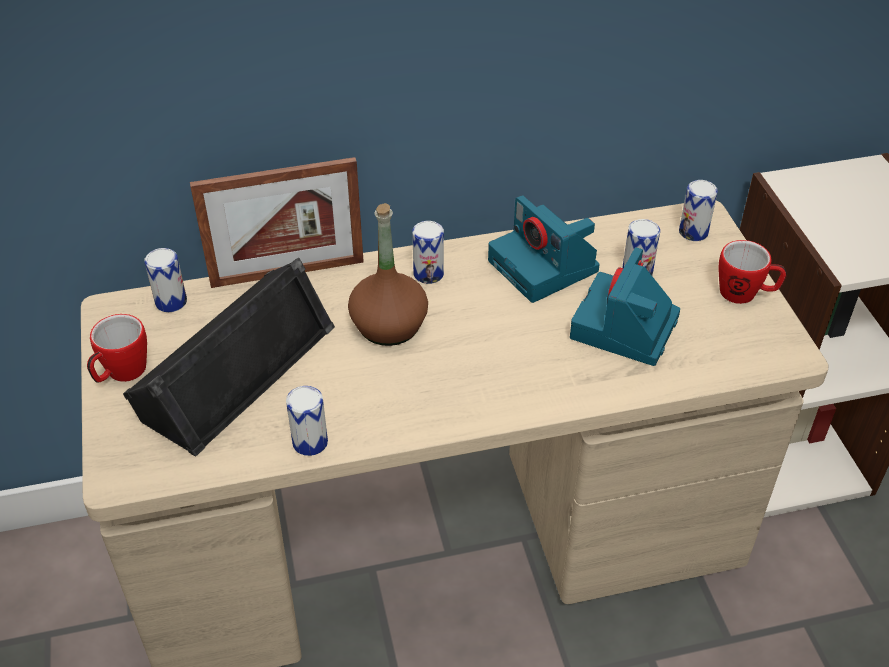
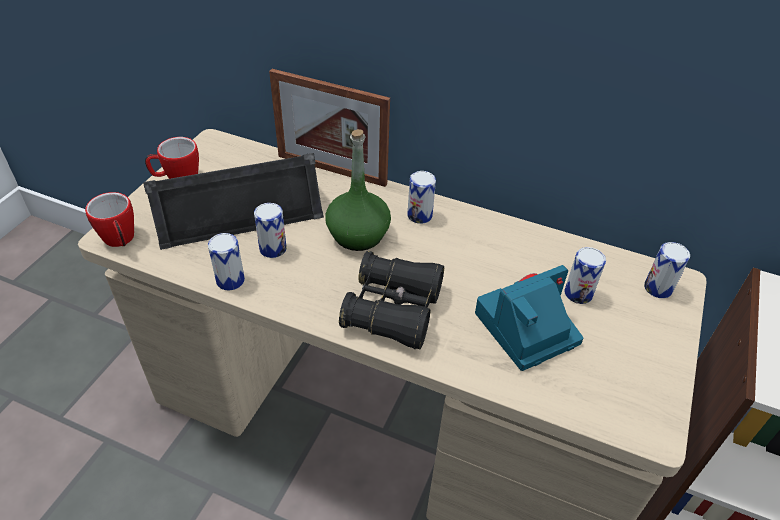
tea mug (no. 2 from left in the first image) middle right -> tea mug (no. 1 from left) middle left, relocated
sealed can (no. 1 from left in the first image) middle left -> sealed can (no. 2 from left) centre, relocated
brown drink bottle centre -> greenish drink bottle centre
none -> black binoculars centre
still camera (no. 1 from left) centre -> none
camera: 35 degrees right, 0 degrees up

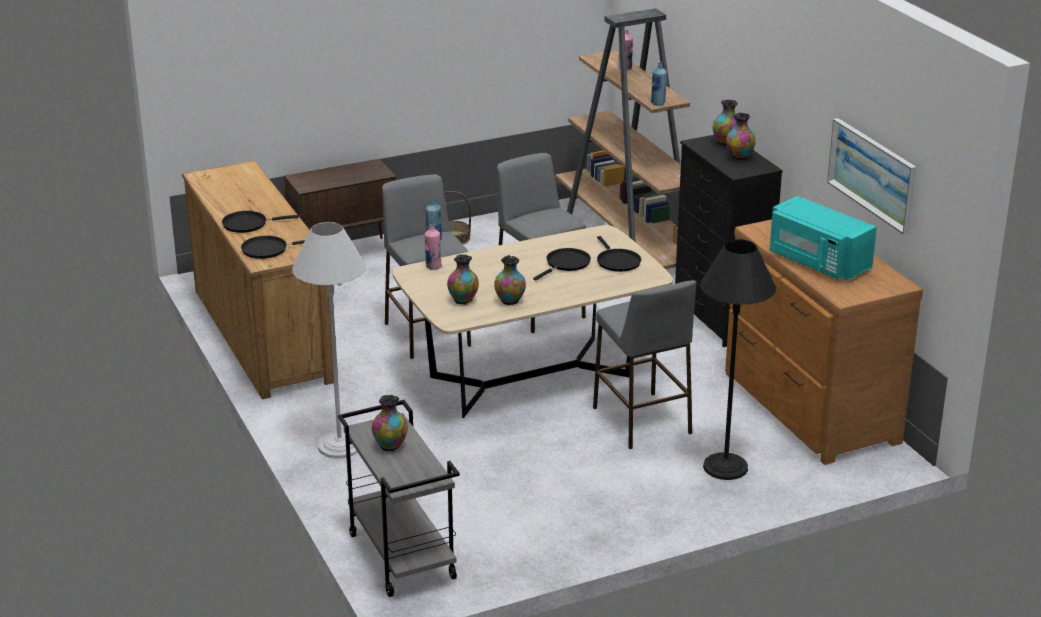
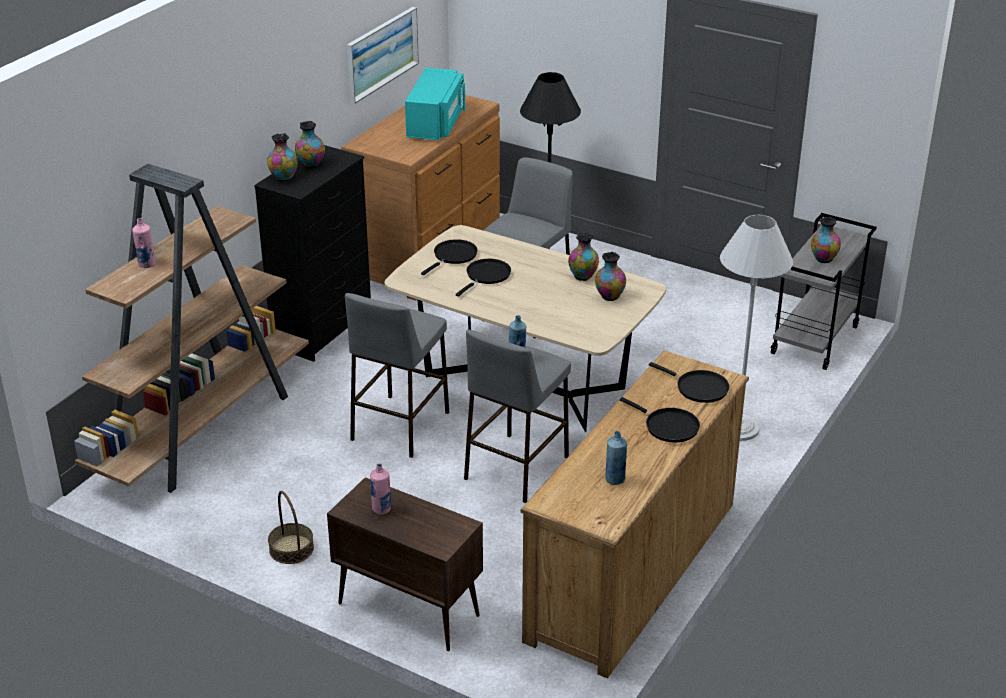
pink-coloured drink bottle (no. 1 from left in the first image) centre -> pink-coloured drink bottle (no. 2 from left) bottom centre, relocated
black frying pan (no. 3 from left in the first image) centre -> black frying pan (no. 2 from left) centre, 120 degrees clockwise
blue drink bottle (no. 2 from left) top centre -> blue drink bottle (no. 2 from left) centre, relocated
camera: 125 degrees left, 5 degrees up

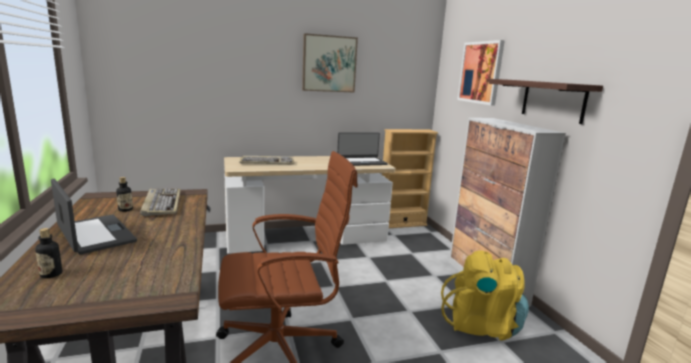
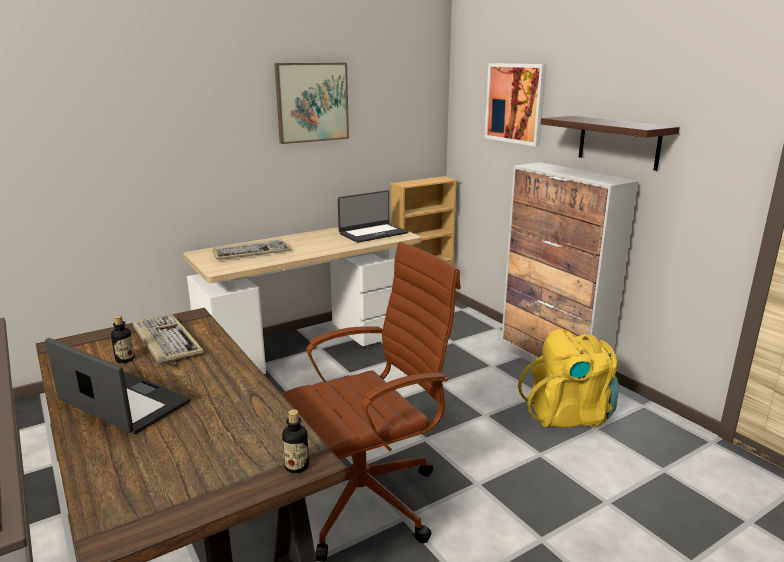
drink bottle (no. 1 from left in the first image) bottom left -> drink bottle (no. 2 from left) bottom centre, relocated
camera: 15 degrees left, 5 degrees up

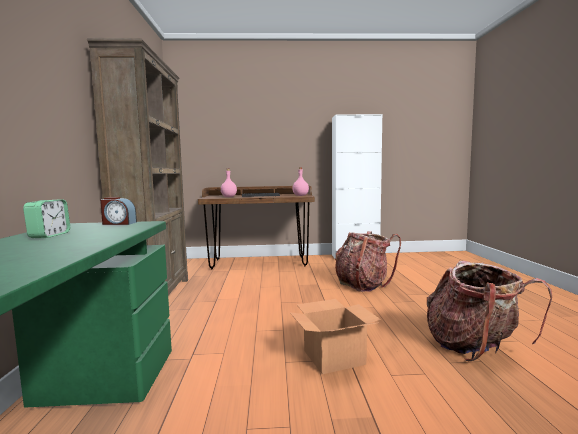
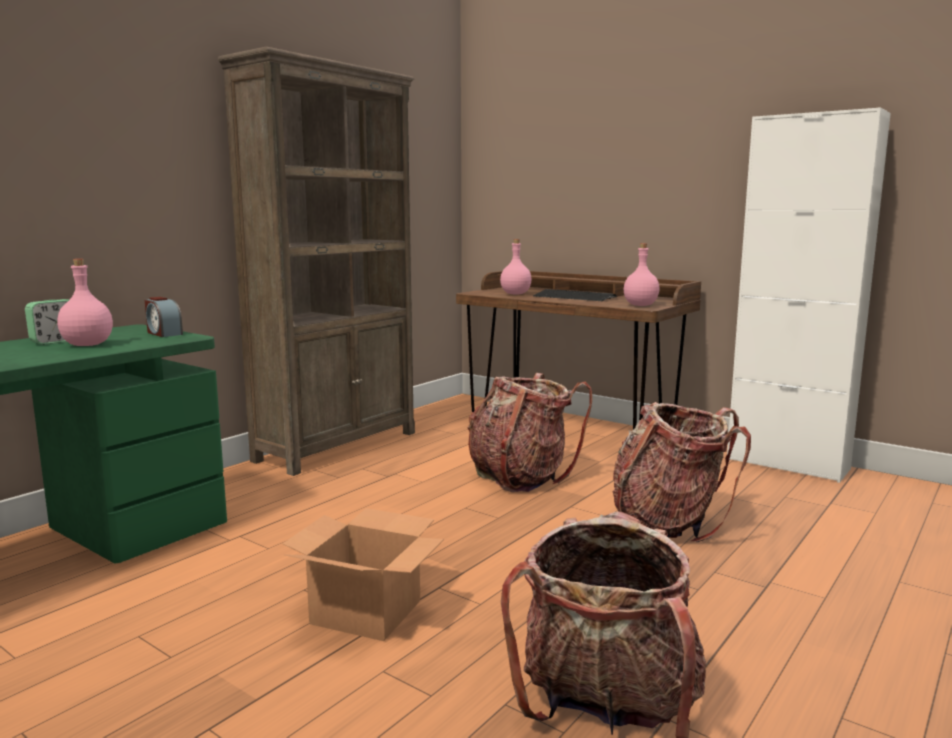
none -> pink-coloured drink bottle (no. 1 from left) middle left
none -> rucksack (no. 1 from left) centre
camera: 40 degrees right, 5 degrees up

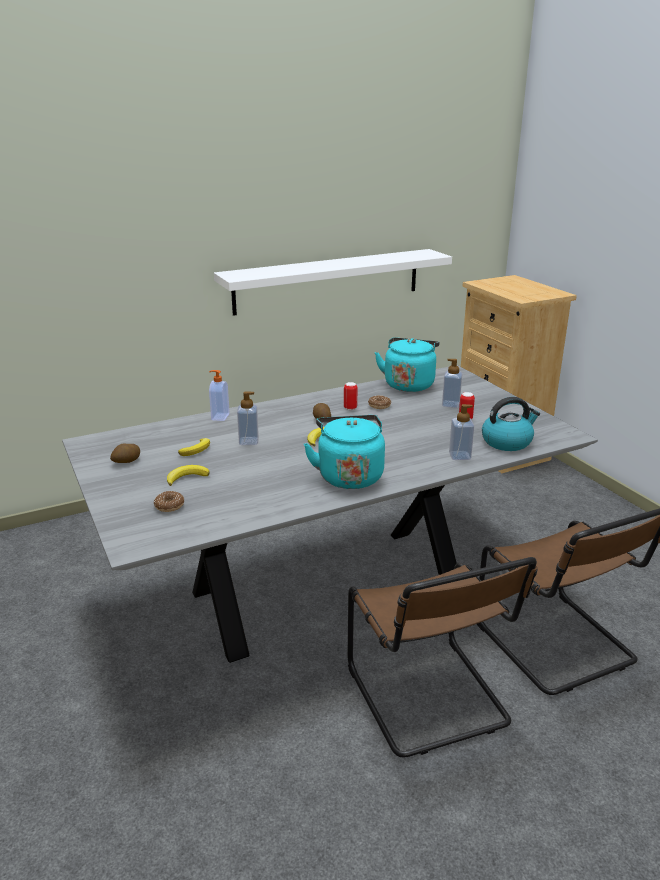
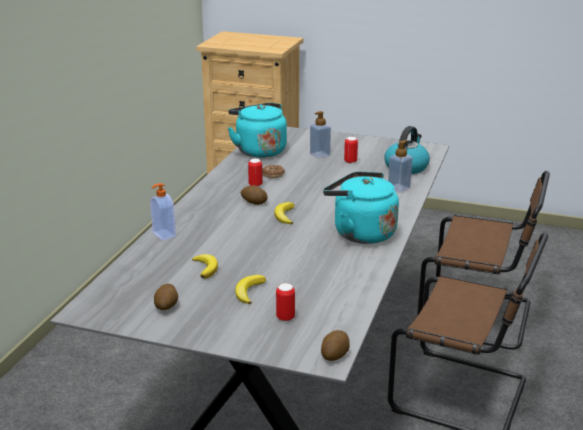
donut (no. 1 from left) middle left -> sealed can (no. 2 from left) bottom centre
none -> potato (no. 3 from left) bottom centre
whitish bracket shelf top centre -> none
soap bottle (no. 2 from left) centre -> none
camera: 45 degrees left, 0 degrees up

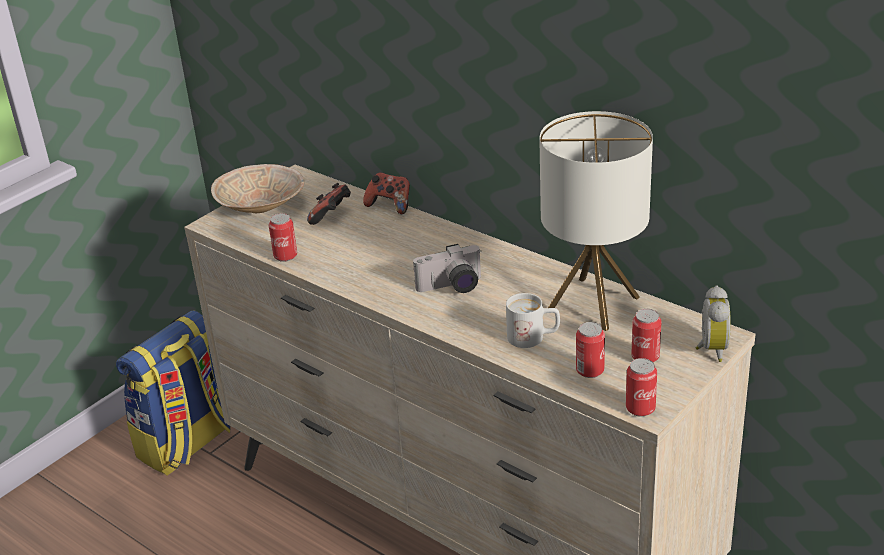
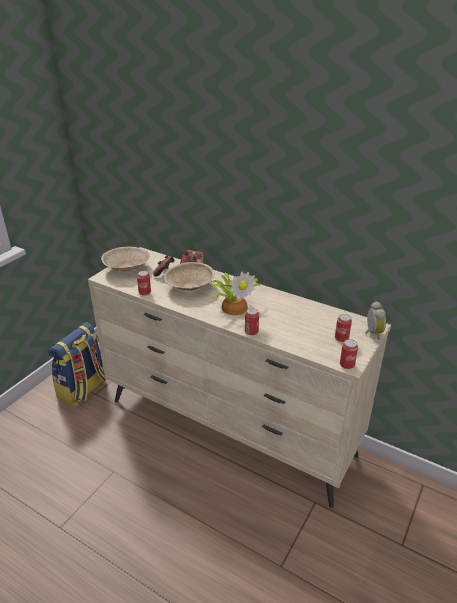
none -> sand-coloured deep dish (no. 2 from left) centre
still camera centre -> houseplant centre
sealed can (no. 2 from left) middle right -> sealed can (no. 2 from left) centre, relocated
whitish tea mug centre -> none
lamp for a table middle right -> none
camera: 10 degrees left, 0 degrees up

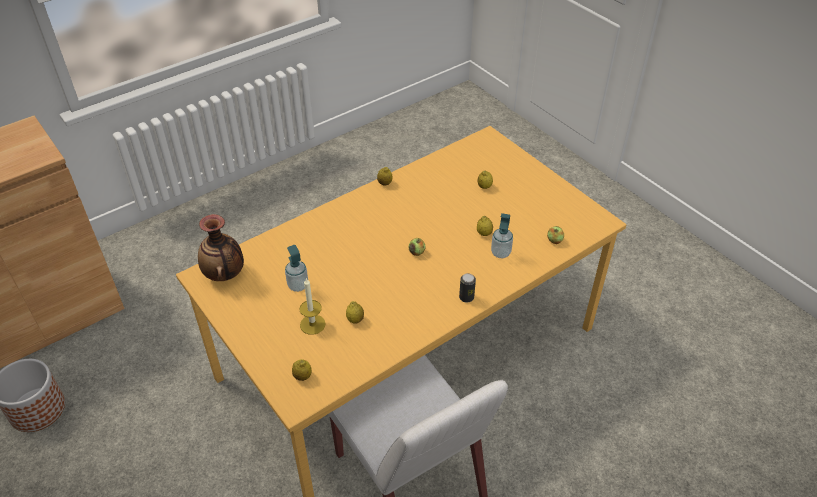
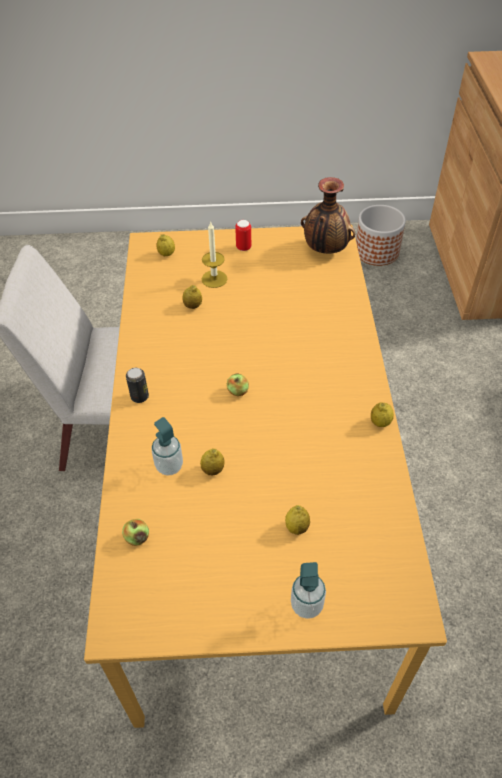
none -> sealed can (no. 2 from left) top centre
soap bottle (no. 1 from left in the first image) centre -> soap bottle (no. 2 from left) bottom centre, relocated
camera: 125 degrees right, 5 degrees up

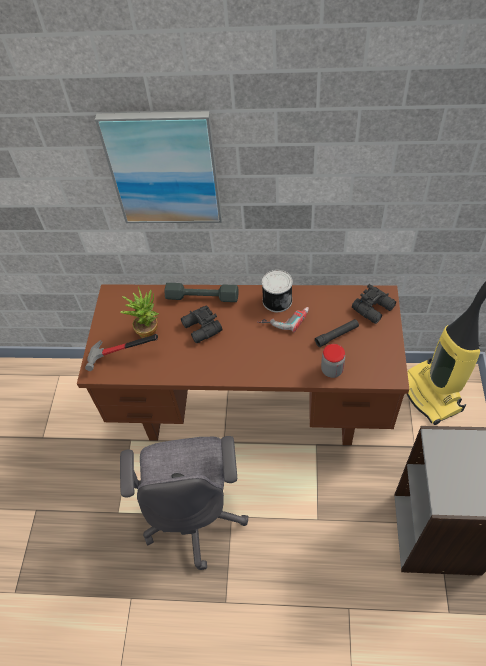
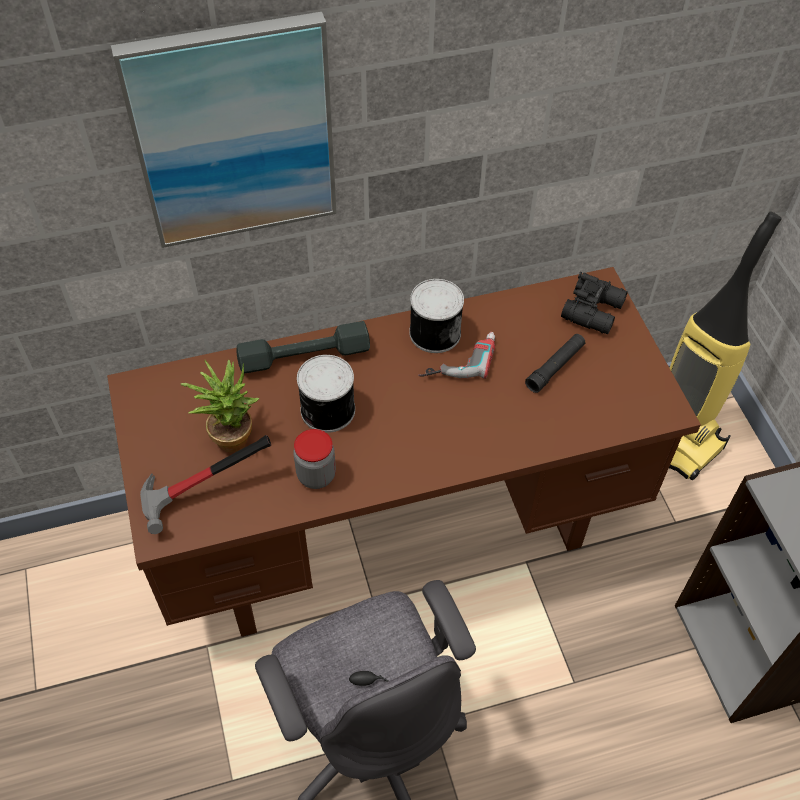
storage jar middle right -> storage jar centre, relocated
black binoculars (no. 1 from left) centre -> sealed can (no. 1 from left) centre
camera: 25 degrees left, 0 degrees up

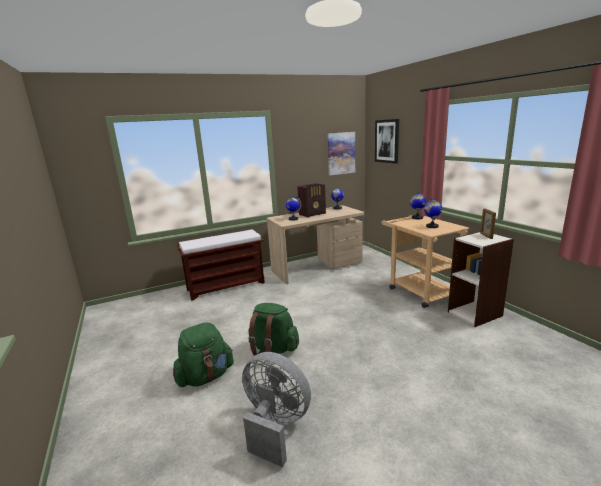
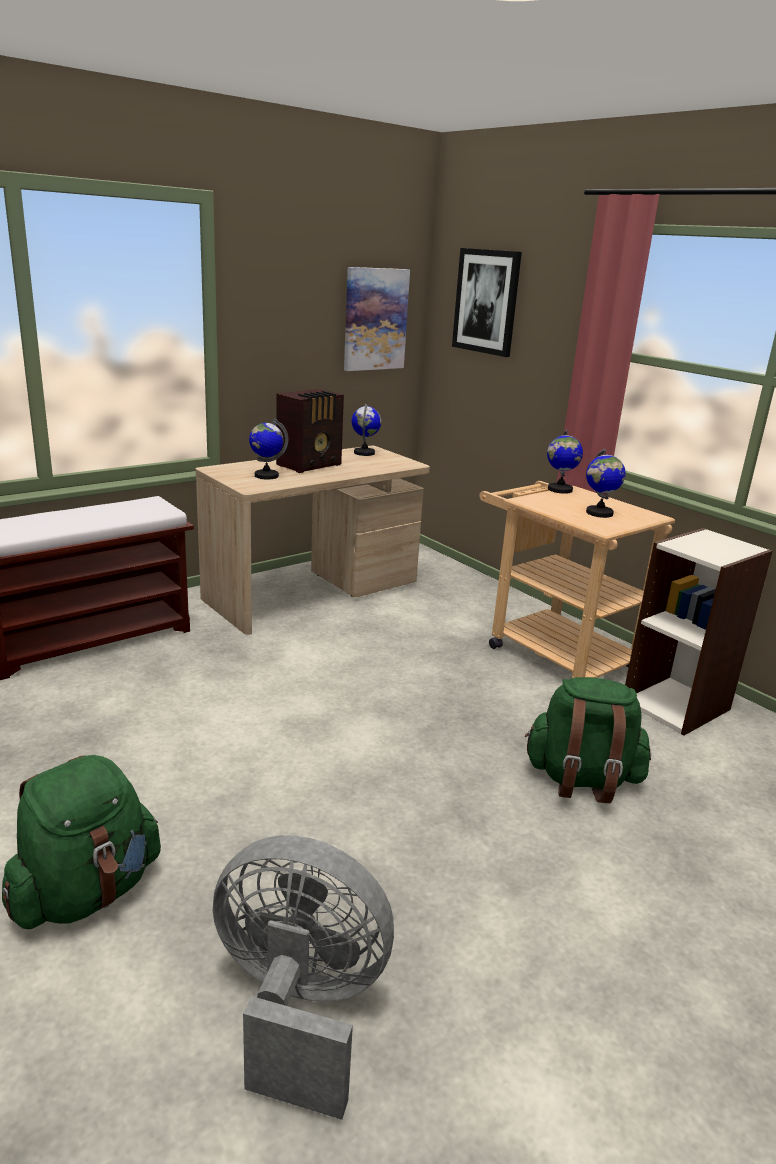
greenish rucksack (no. 2 from left) bottom centre -> greenish rucksack (no. 2 from left) middle right, relocated
standing frame middle right -> none
camera: 15 degrees left, 5 degrees up

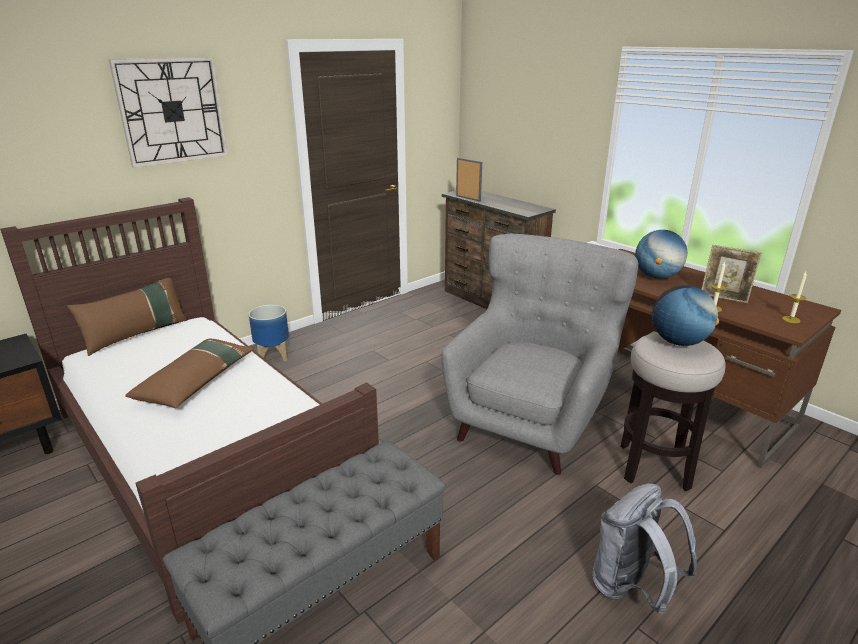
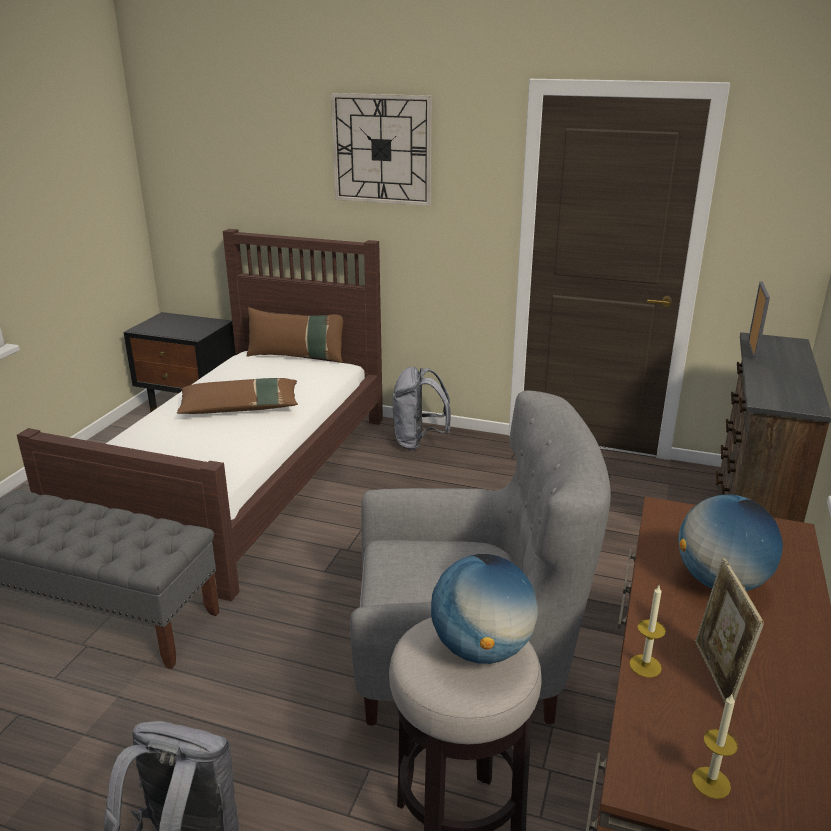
plant pot middle left -> grey rucksack (no. 2 from left) centre
camera: 60 degrees right, 0 degrees up

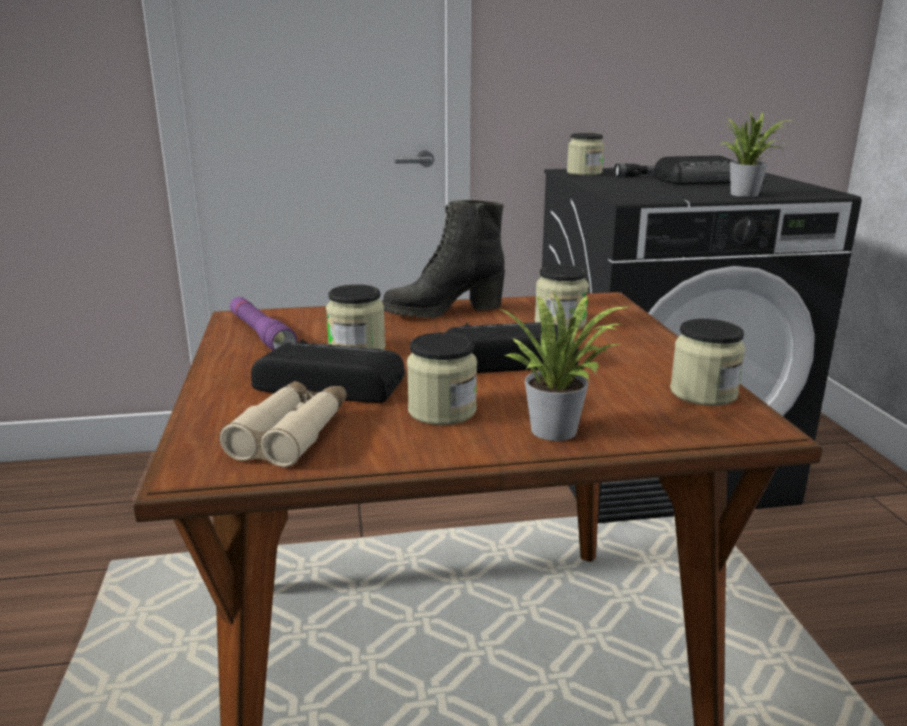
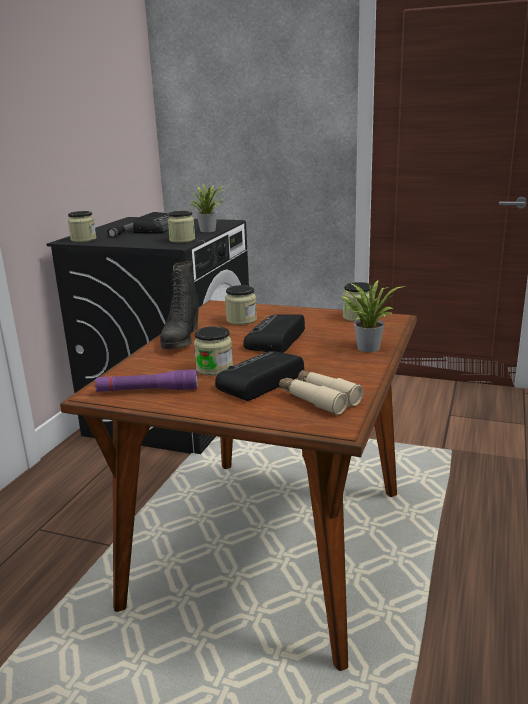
storage jar (no. 2 from left) centre -> storage jar (no. 2 from left) top centre, relocated
camera: 60 degrees left, 0 degrees up

